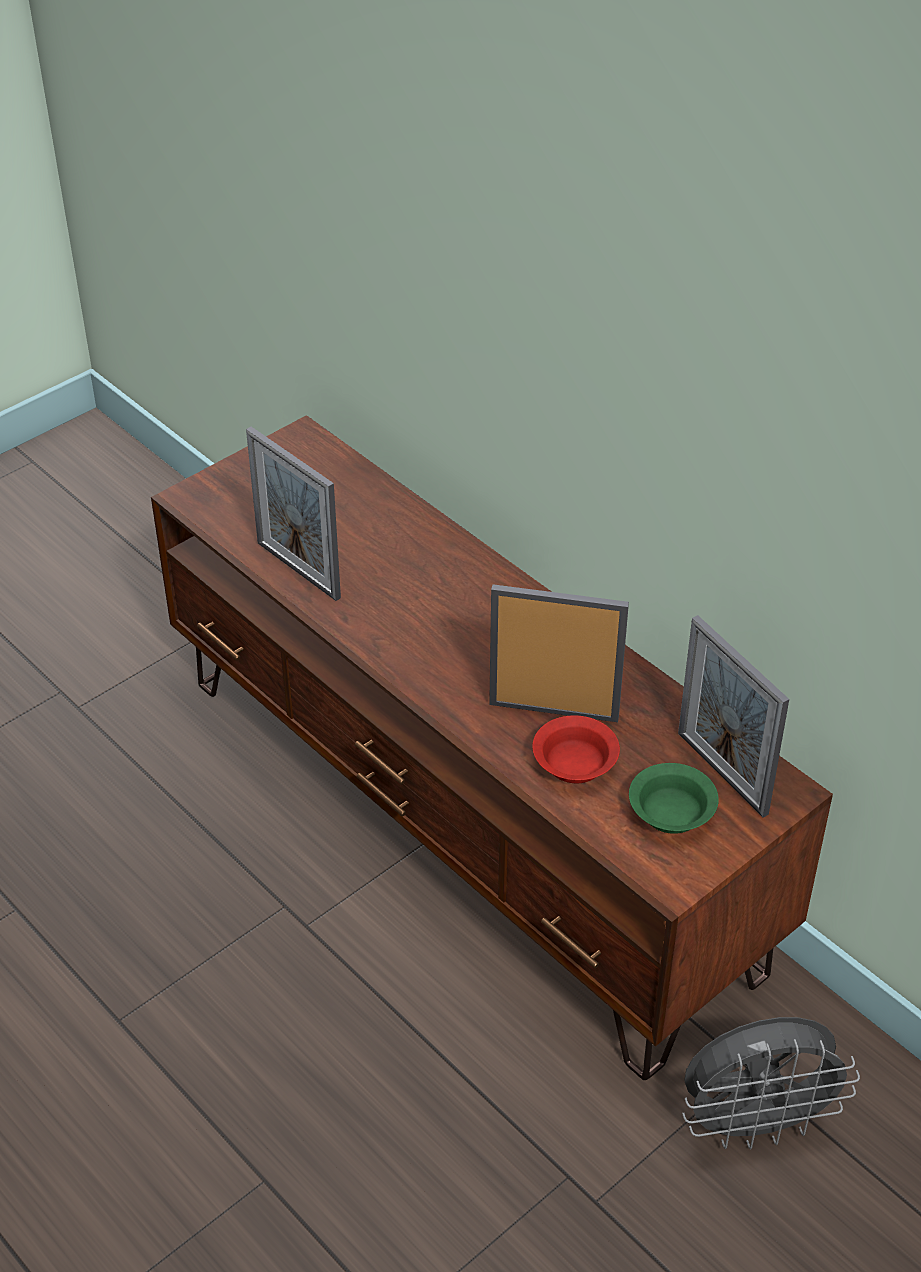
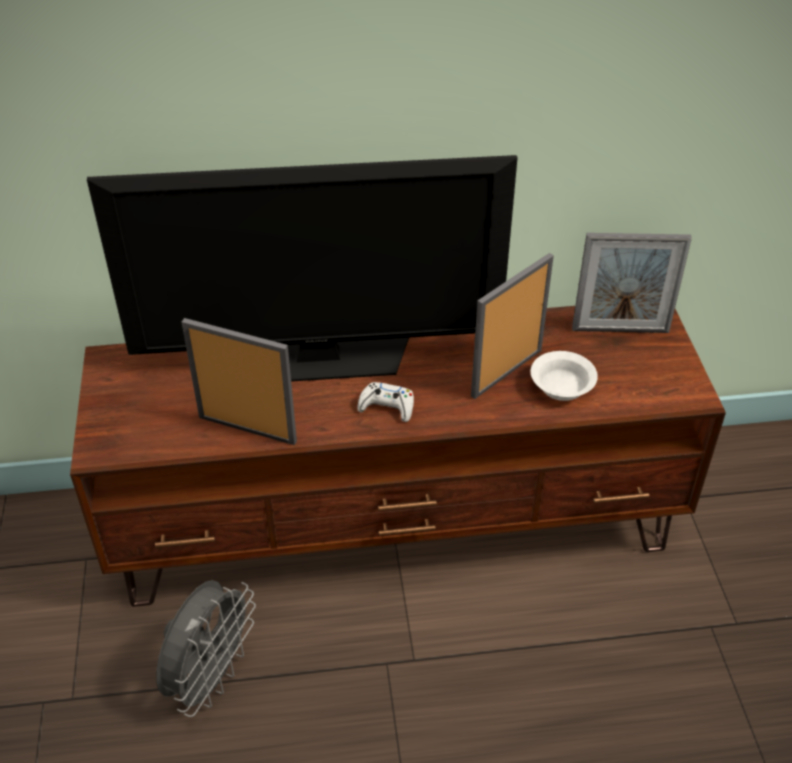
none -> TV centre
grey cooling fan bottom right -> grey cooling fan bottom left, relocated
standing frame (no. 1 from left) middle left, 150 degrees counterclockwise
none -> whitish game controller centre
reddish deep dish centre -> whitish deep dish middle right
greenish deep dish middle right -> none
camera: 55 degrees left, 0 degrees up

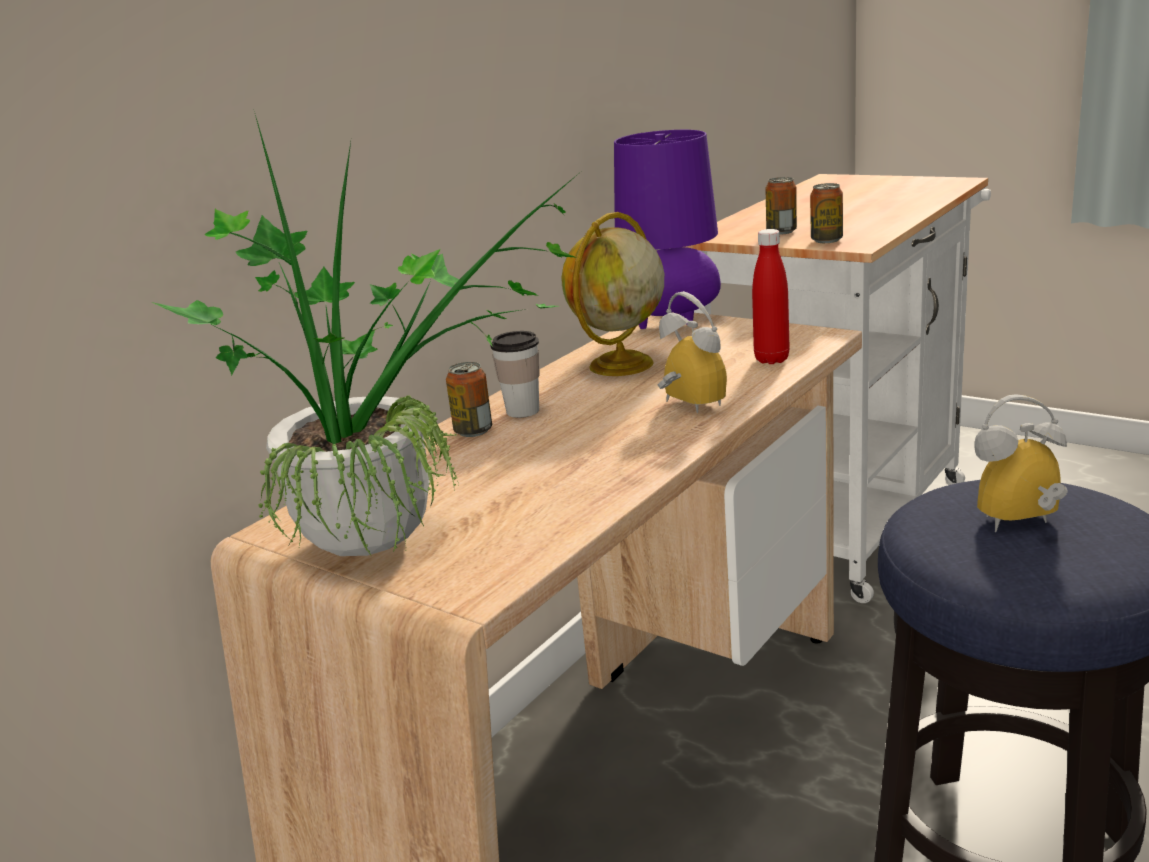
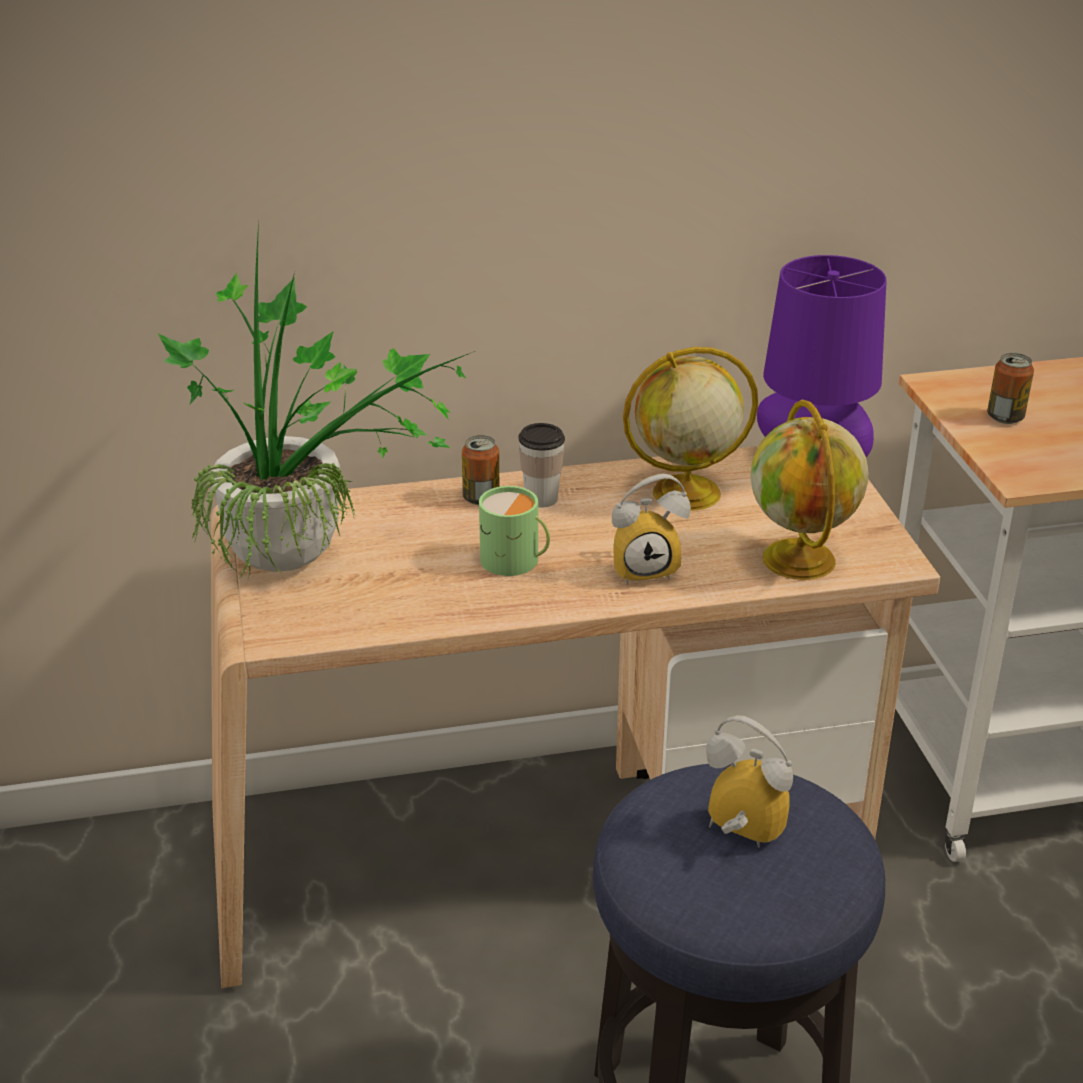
none -> greenish tea mug centre
alarm clock (no. 1 from left) centre, 75 degrees clockwise
reddish drink bottle middle right -> world globe (no. 2 from left) middle right
sealed can (no. 3 from left) top right -> none
camera: 40 degrees right, 10 degrees up

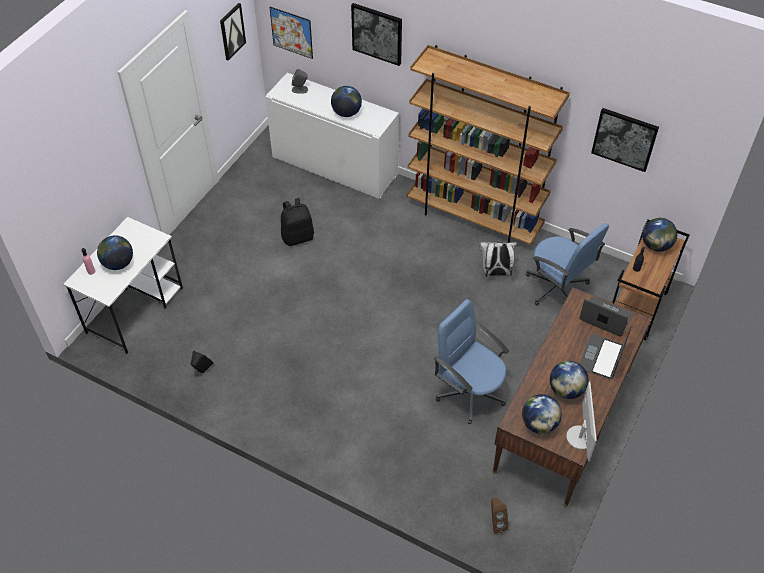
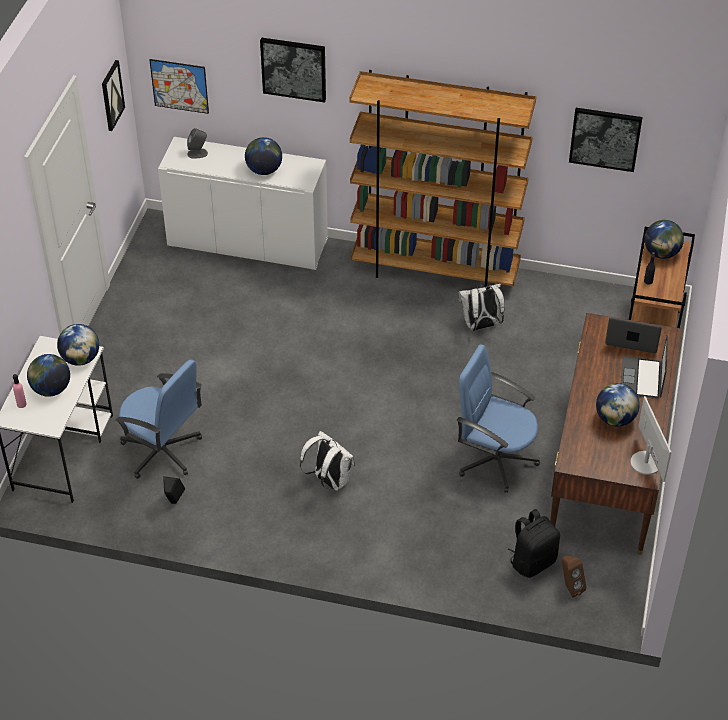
world globe (no. 3 from left in the first image) bottom right -> world globe (no. 2 from left) middle left, relocated
blue desk chair (no. 2 from left in the first image) middle right -> blue desk chair (no. 1 from left) middle left, relocated
none -> whitish rucksack (no. 1 from left) centre
black rucksack centre -> black rucksack bottom right, relocated
camera: 15 degrees left, 5 degrees down

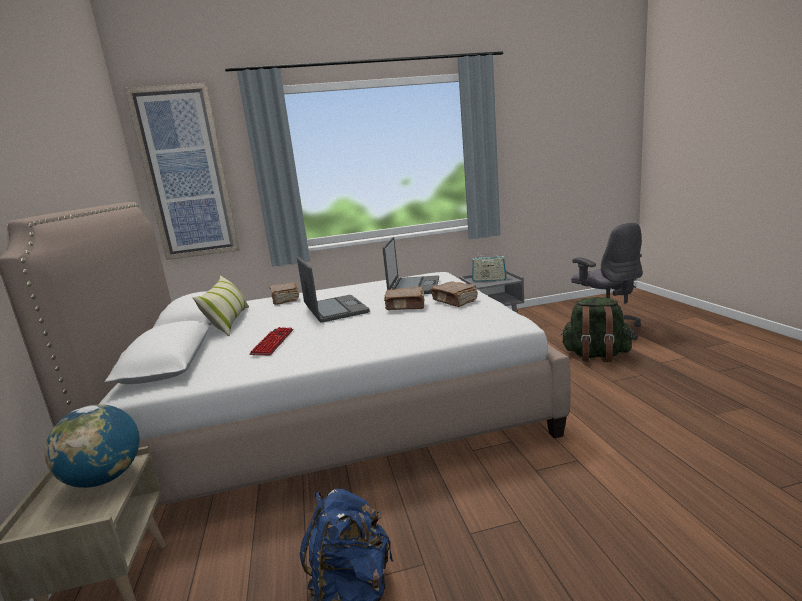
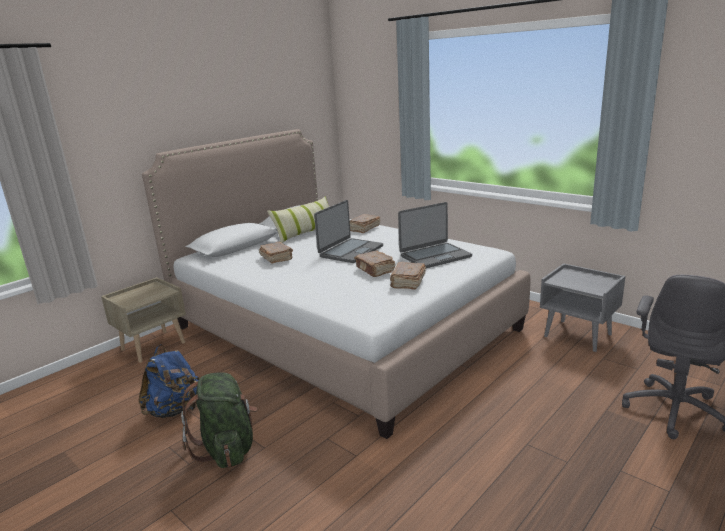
greenish rucksack middle right -> greenish rucksack bottom left, relocated
PC keyboard centre -> brown bound book (no. 1 from left) centre
world globe bottom left -> none
wall picture top left -> none
radio centre -> none
camera: 55 degrees right, 5 degrees up

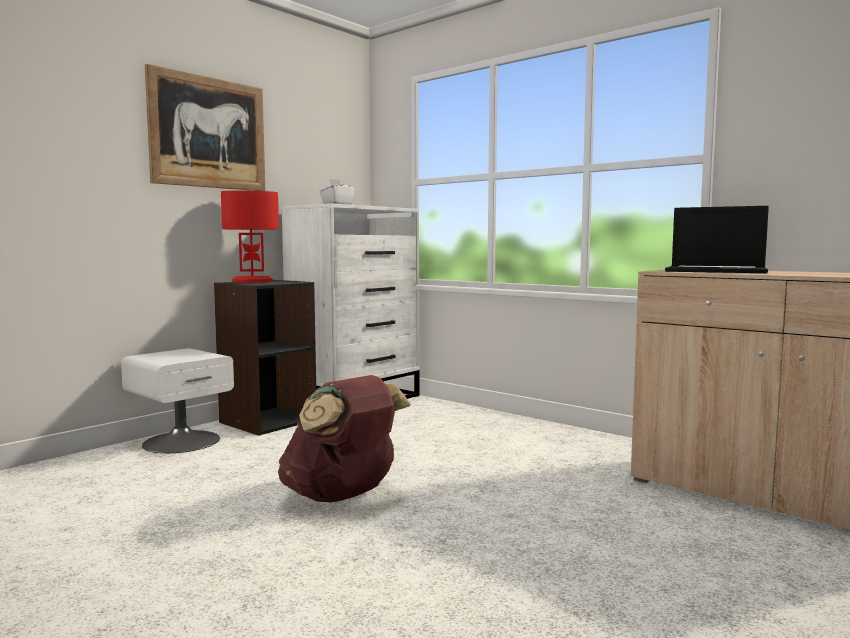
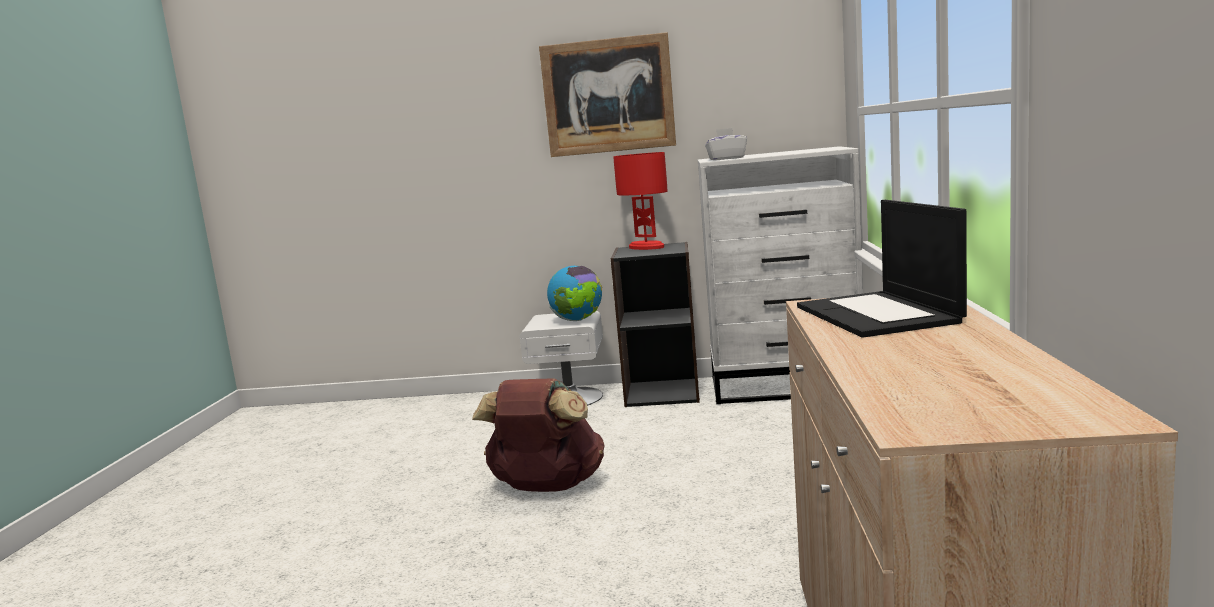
none -> world globe centre
camera: 55 degrees right, 5 degrees up

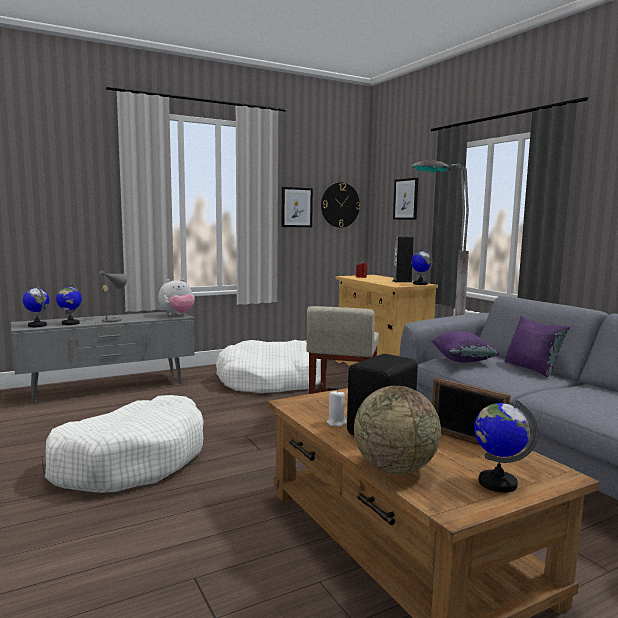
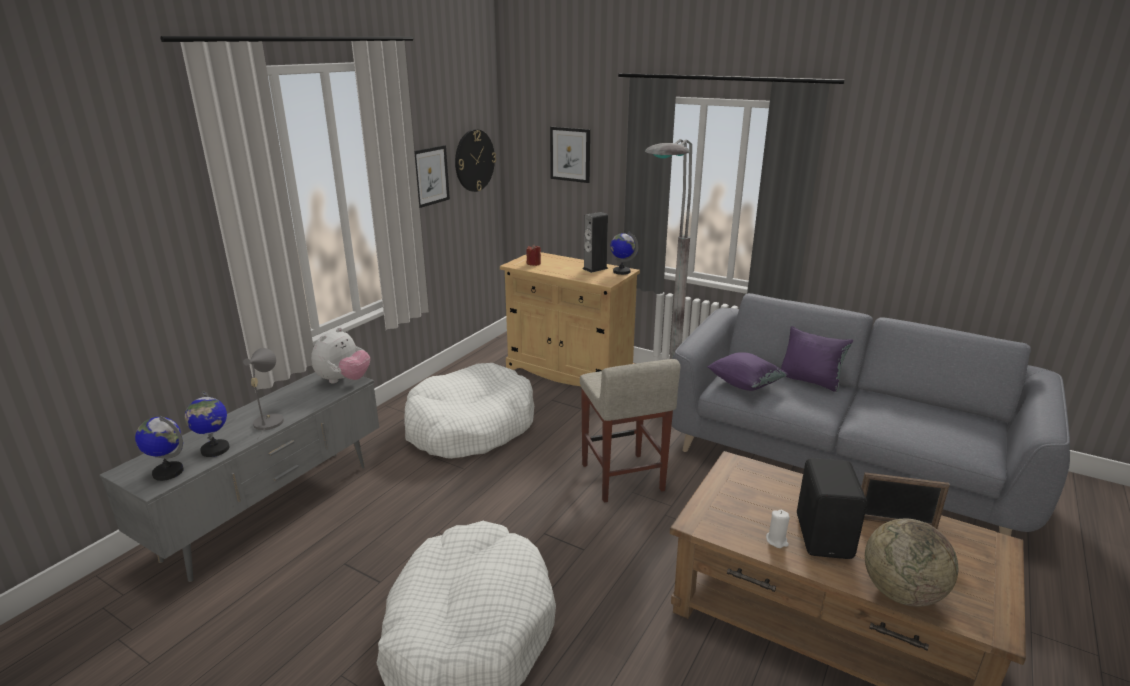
world globe (no. 5 from left) bottom right -> none
camera: 30 degrees left, 15 degrees up

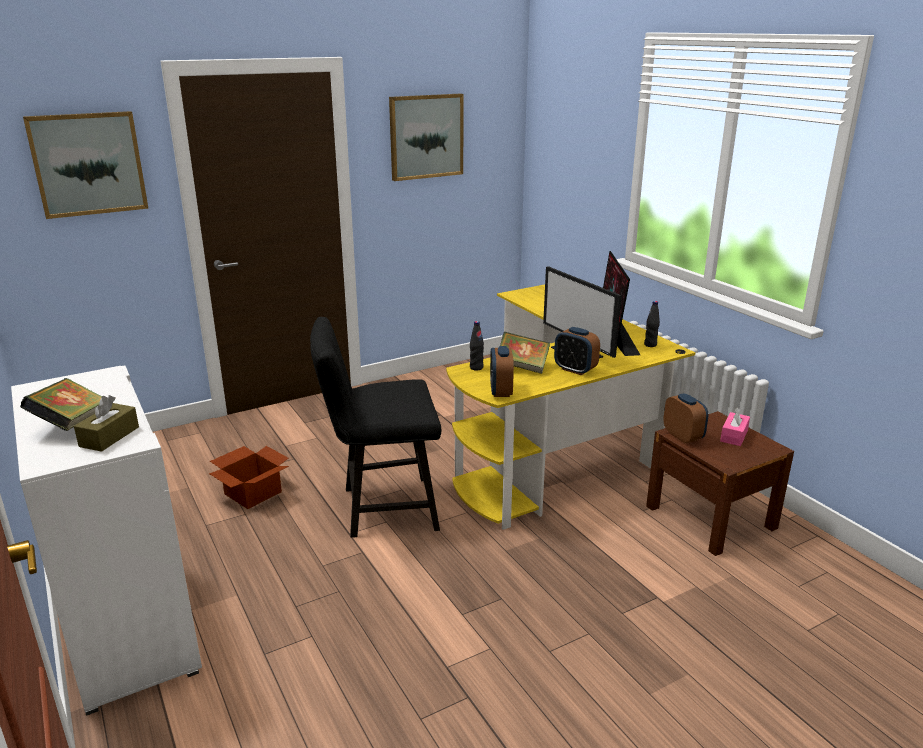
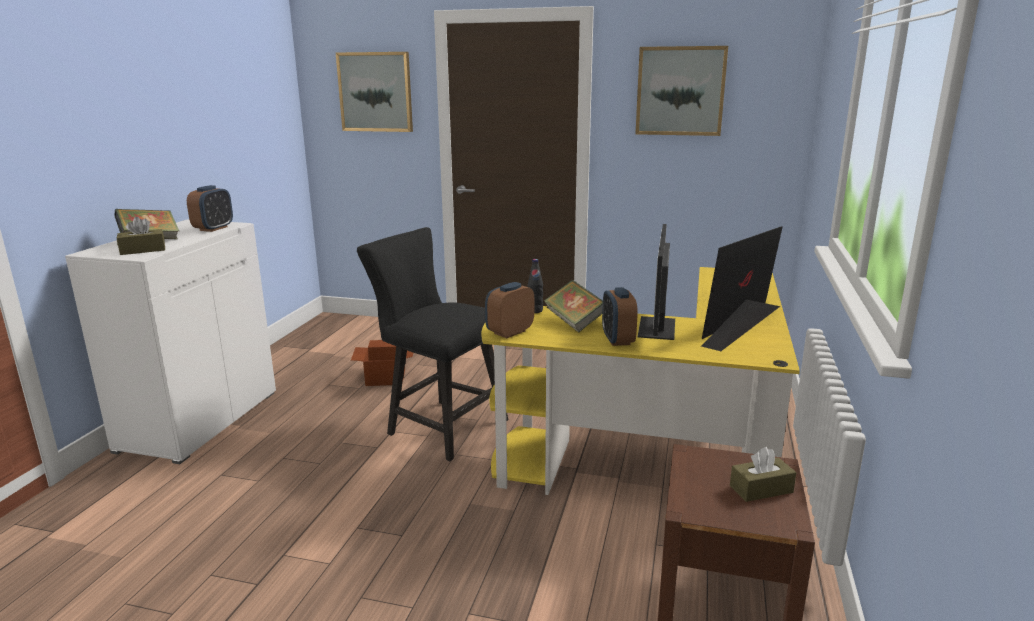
alarm clock (no. 3 from left in the first image) middle right -> alarm clock (no. 1 from left) middle left, relocated
pink-coloured box of tissues middle right -> brown box of tissues (no. 2 from left) bottom right
black drink bottle (no. 2 from left) middle right -> none
camera: 45 degrees right, 5 degrees down

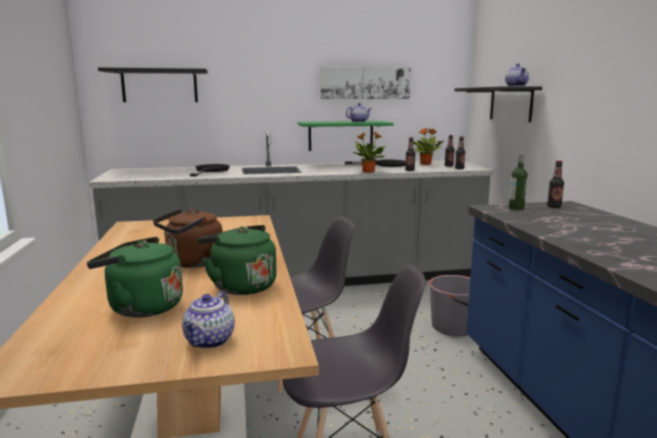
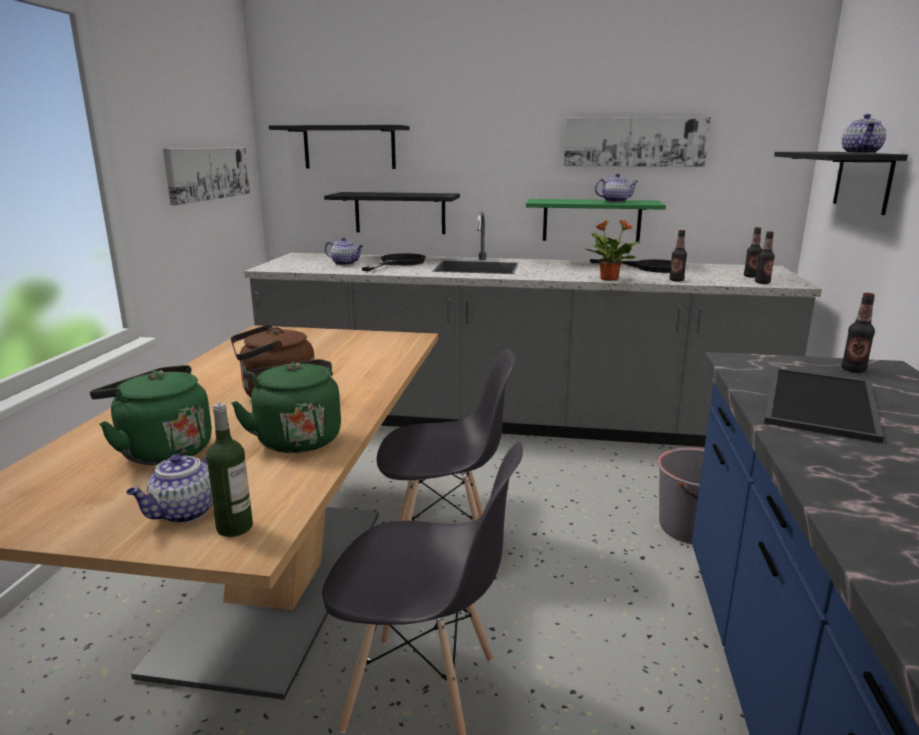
none -> wall picture (no. 1 from left) top left
drink bottle (no. 4 from left in the first image) middle right -> drink bottle (no. 1 from left) middle left, relocated
none -> black bracket shelf (no. 2 from left) top centre
none -> pot for tea (no. 2 from left) centre
none -> serving tray middle right
houseplant (no. 2 from left) centre -> none
camera: 20 degrees right, 5 degrees up

